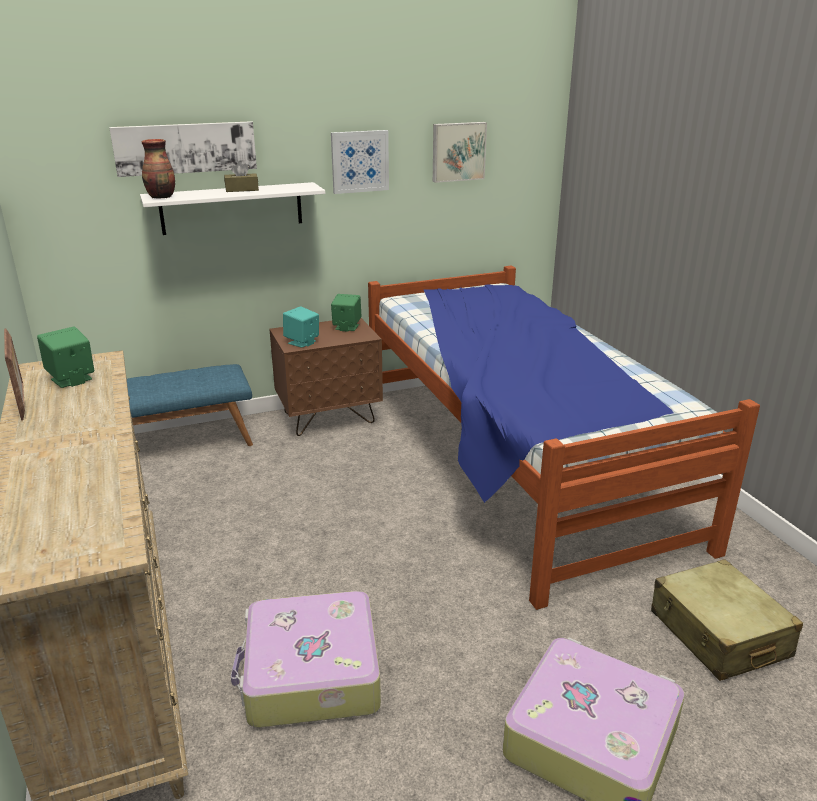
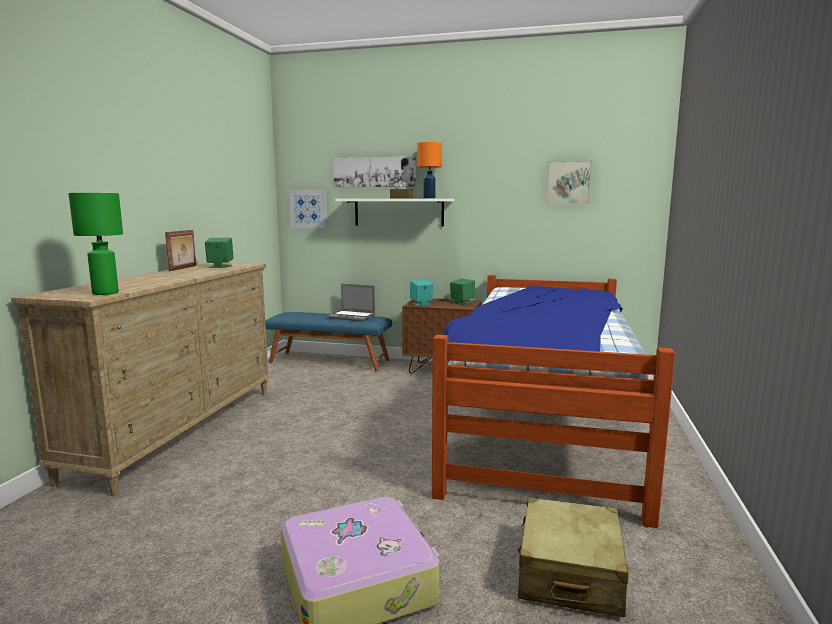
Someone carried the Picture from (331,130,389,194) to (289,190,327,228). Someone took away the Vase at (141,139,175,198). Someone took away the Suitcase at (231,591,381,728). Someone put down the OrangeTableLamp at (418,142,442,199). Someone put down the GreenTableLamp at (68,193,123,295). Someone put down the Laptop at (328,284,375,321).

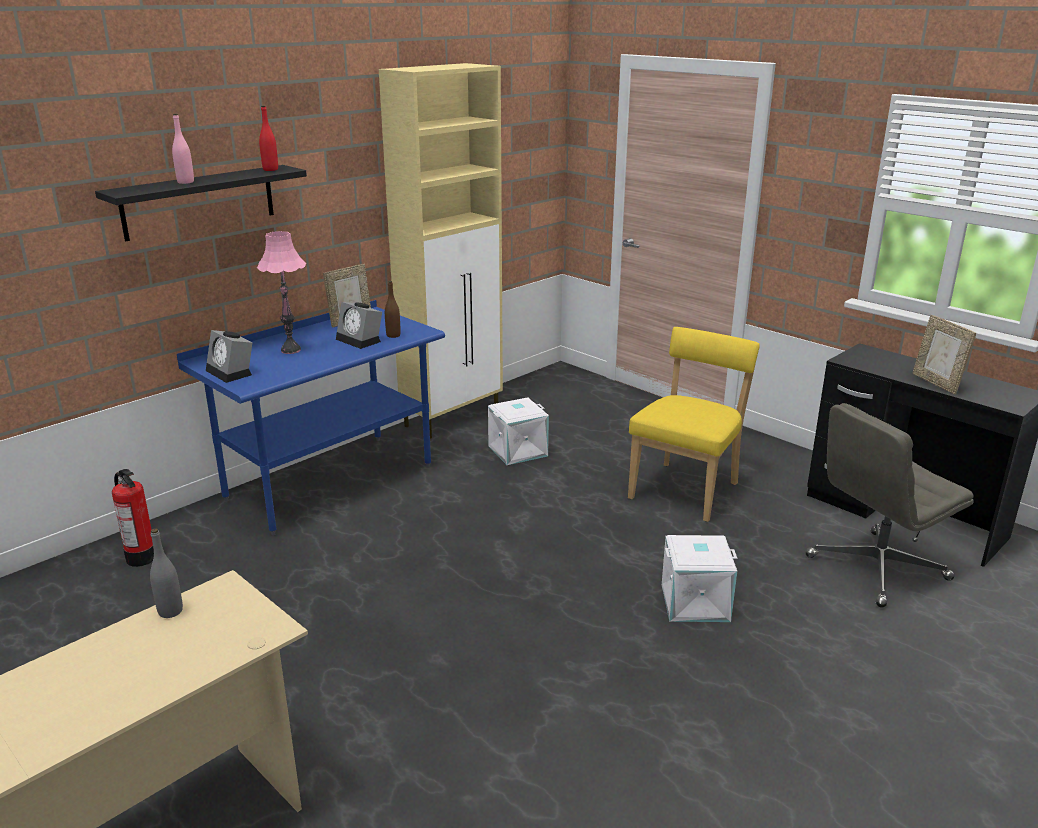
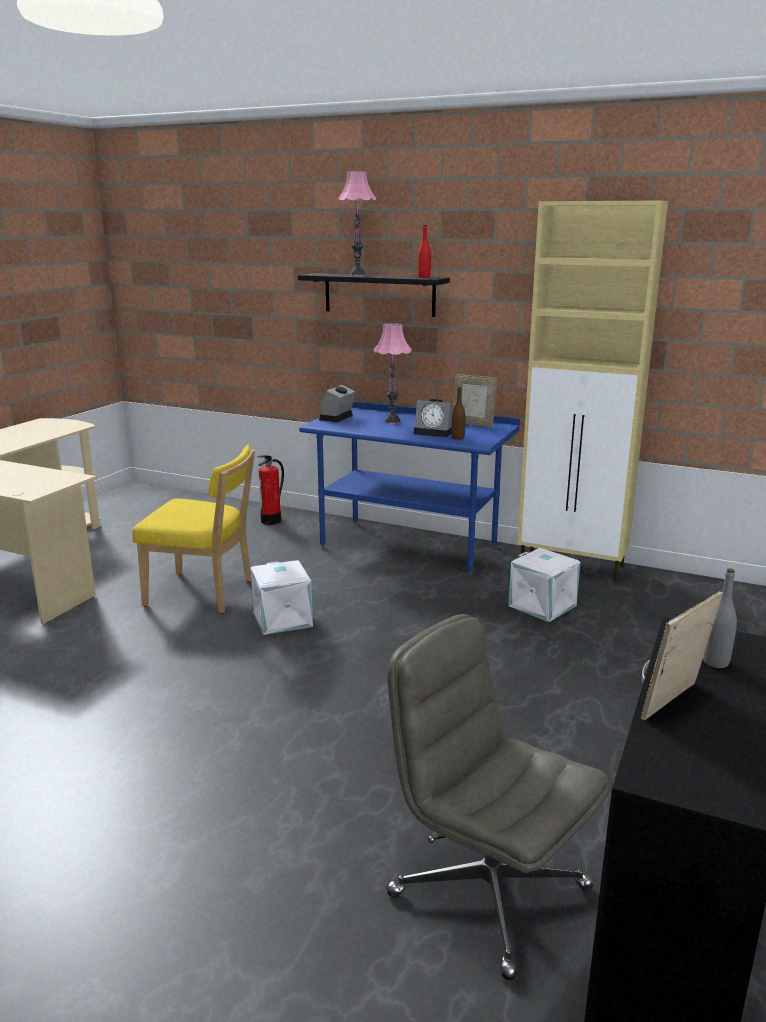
Someone swapped the PinkBottle at (172,114,194,184) for the PinkTableLamp at (338,171,377,276). Someone rotated the AlarmClock at (336,302,382,349) by 90 degrees counterclockwise. Someone carried the YellowChair from (628,327,760,522) to (132,445,255,613). Someone carried the GreyBottle from (150,528,183,618) to (703,568,737,668). Someone carried the WhiteStorageBox from (662,535,737,622) to (250,560,313,635).

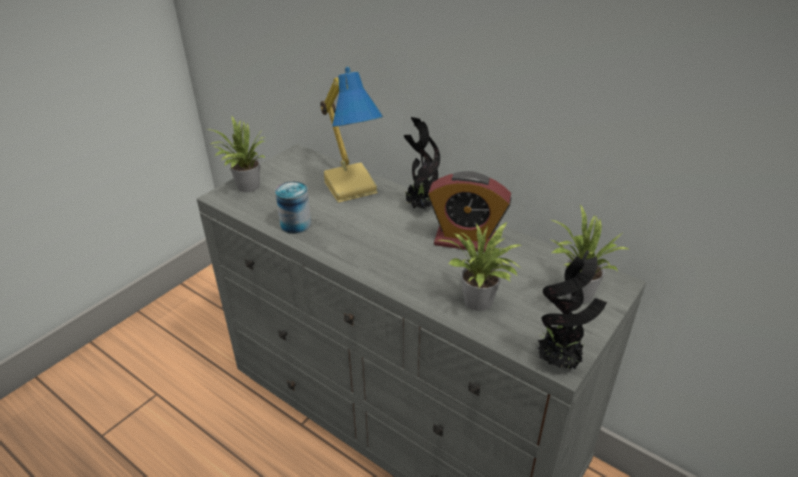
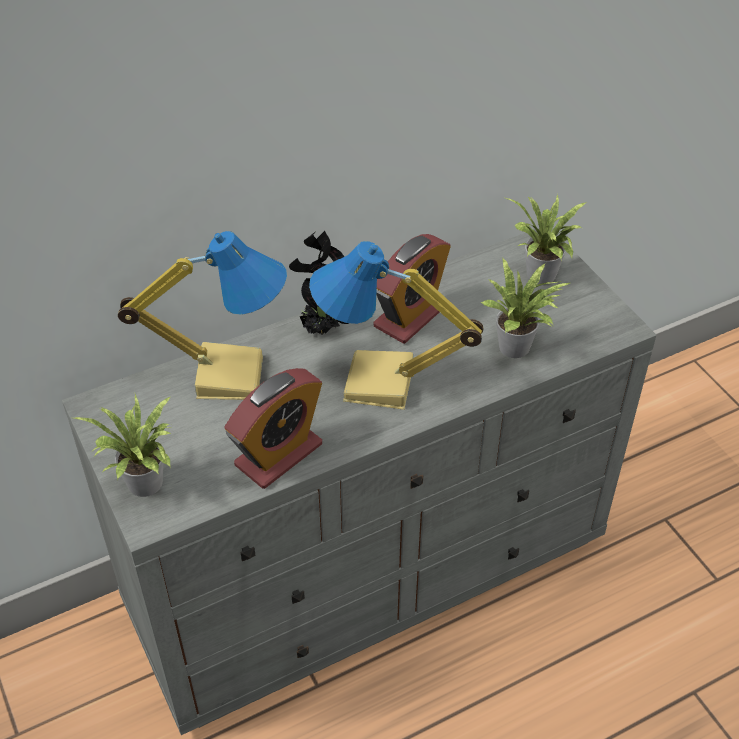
Someone swapped the Can at (275,181,311,234) for the AlarmClock at (225,368,322,489). Someone took away the PottedPlant at (538,250,607,370). Someone put down the TableLamp at (309,241,483,410).

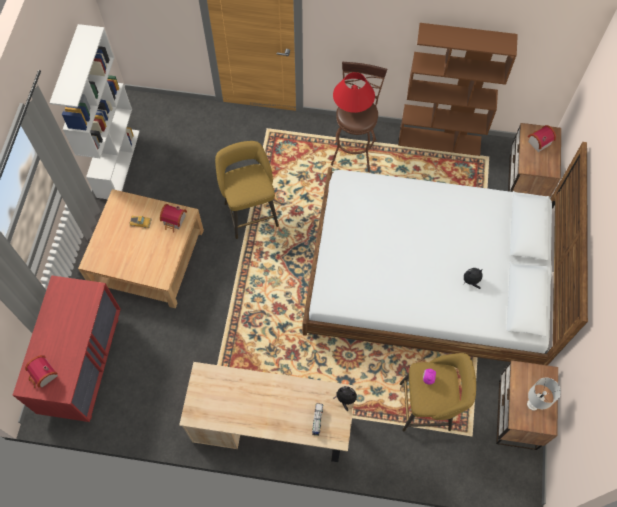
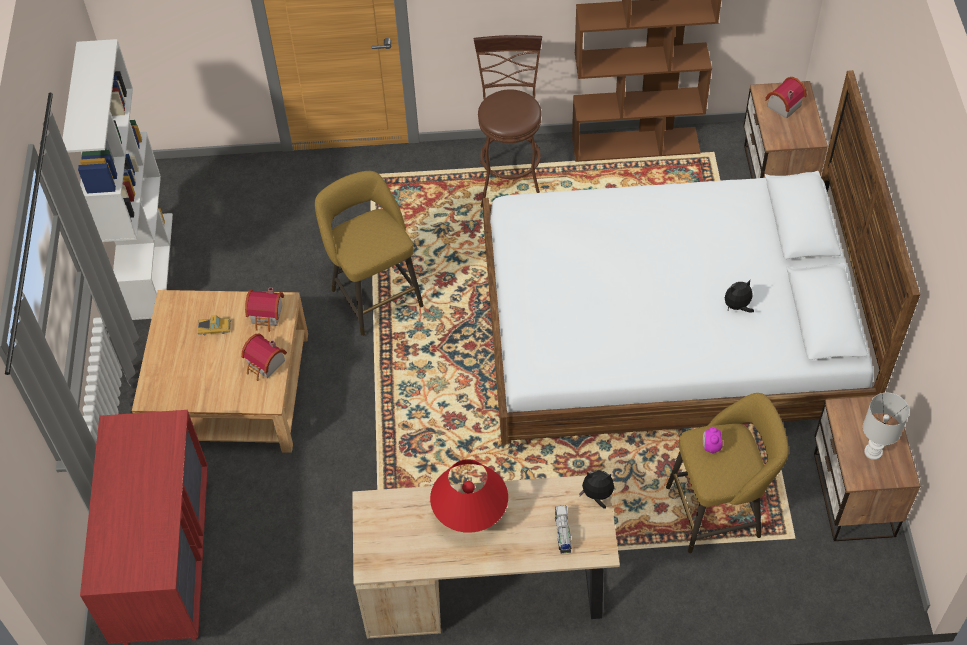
Someone carried the RedTableLamp from (333,72,375,113) to (430,459,508,533). Someone carried the ToyHouse from (25,355,58,388) to (241,333,287,381).

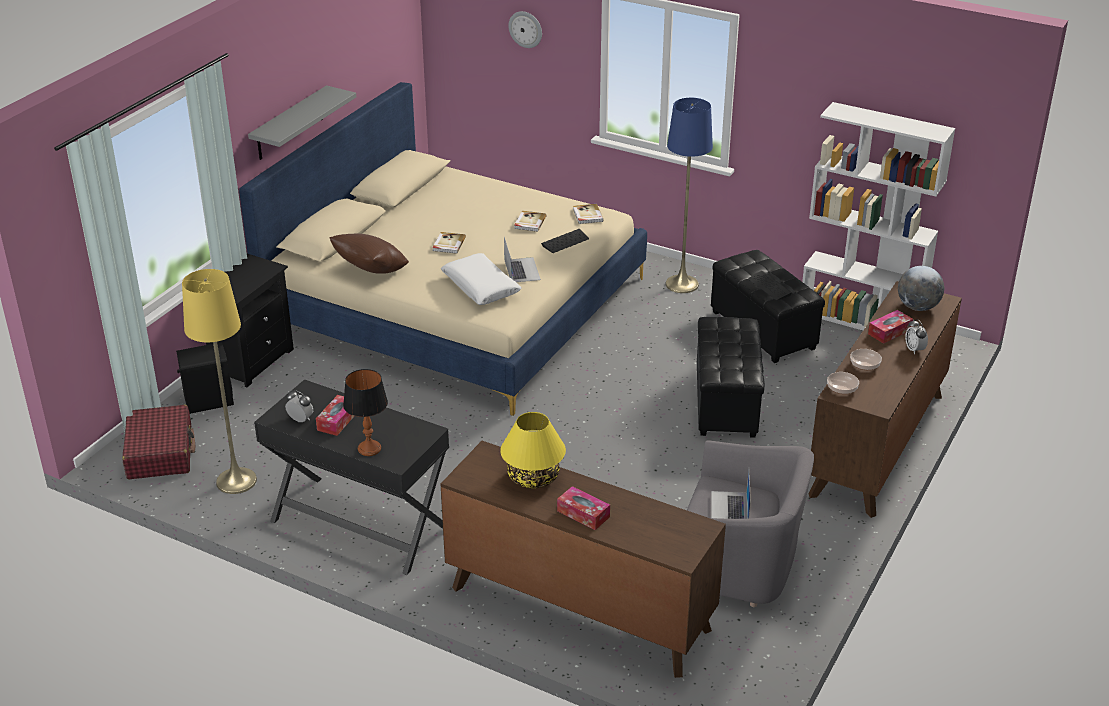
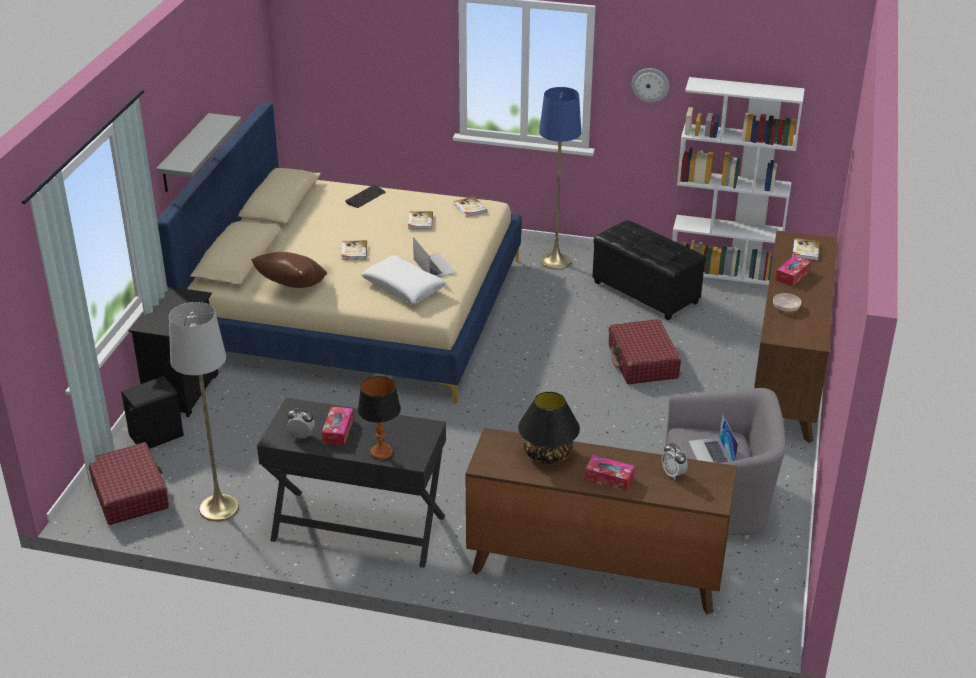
Someone carried the WallClock from (509,11,542,48) to (631,68,669,103). Someone carried the Keyboard from (541,229,589,253) to (345,184,385,208). Someone swapped the Globe at (898,266,944,311) for the Book at (792,238,820,260). Someone repainted the YellowFloorLamp at (182,269,257,494), which became the GreyFloorLamp at (169,302,239,522). Someone swapped the BlackOttoman at (697,317,765,438) for the RedSuitcase at (609,319,681,384). Someone carried the AlarmClock from (905,319,928,354) to (662,443,688,480). Someone took away the Bowl at (827,372,859,394). Someone repainted the YellowTableLamp at (500,412,566,488), which became the BlackTableLamp at (518,392,580,464).

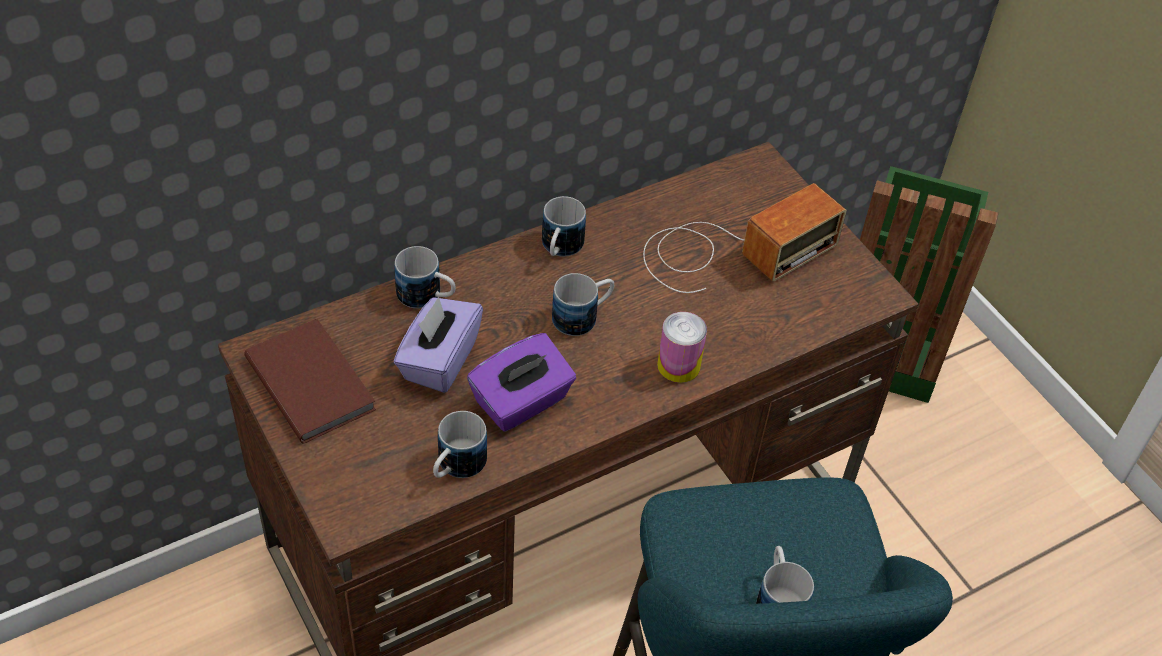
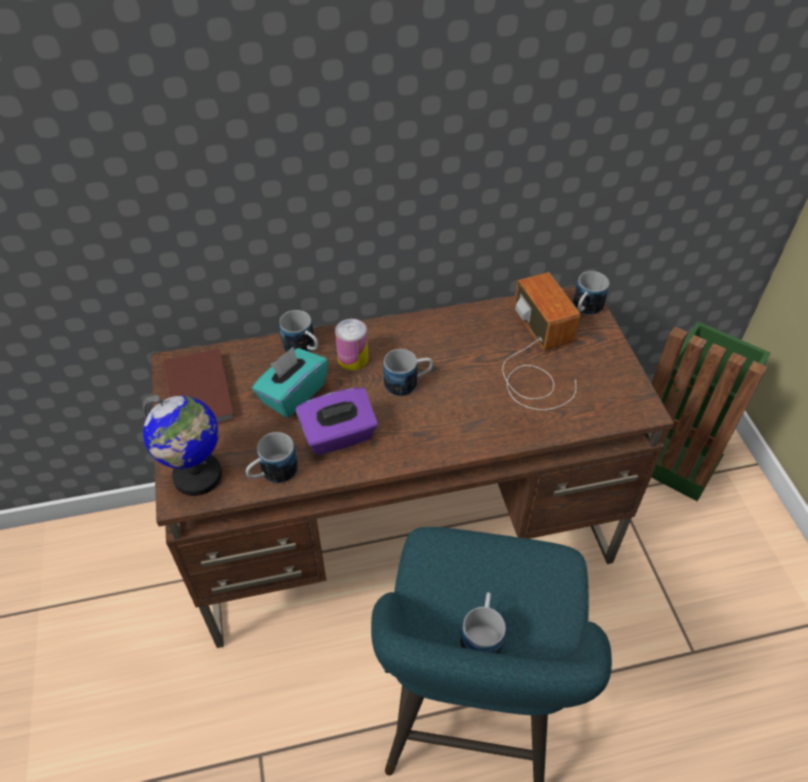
Someone rotated the Radio at (643,183,847,293) by 90 degrees counterclockwise. Someone carried the Mug from (542,196,586,257) to (573,271,609,315). Someone repainted the PurpleTissueBox at (394,297,483,393), which became the TurquoiseTissueBox at (252,347,328,418). Someone carried the Can from (657,312,707,383) to (335,319,369,371). Someone put down the Globe at (143,395,222,496).

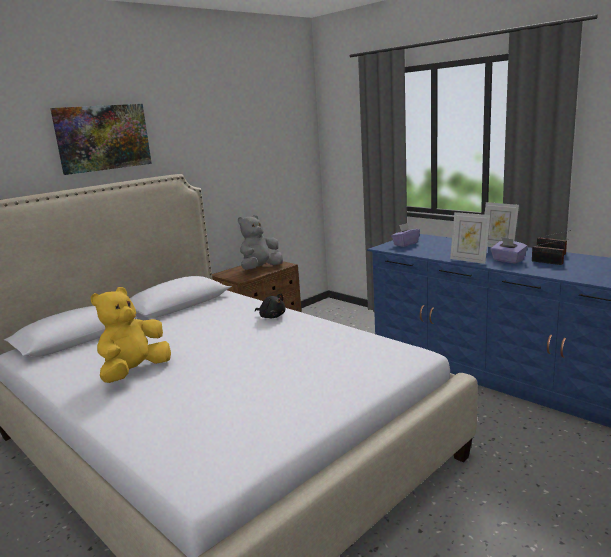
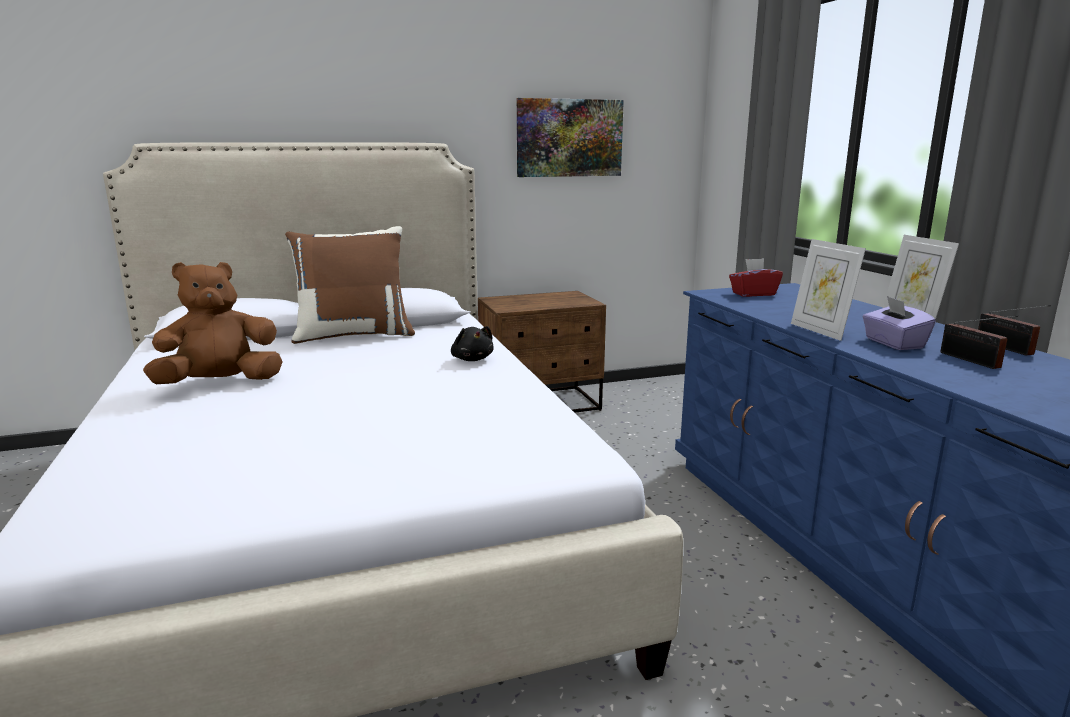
Someone carried the Picture from (50,104,152,175) to (517,98,624,177). Someone took away the GreyPlushToy at (238,215,283,270). Someone repainted the PurpleTissueBox at (391,223,420,247), which became the RedTissueBox at (729,258,783,297). Someone repainted the YellowPlushToy at (91,287,171,383), which became the BrownPlushToy at (143,262,282,384). Someone put down the BrownPillow at (285,226,415,344).

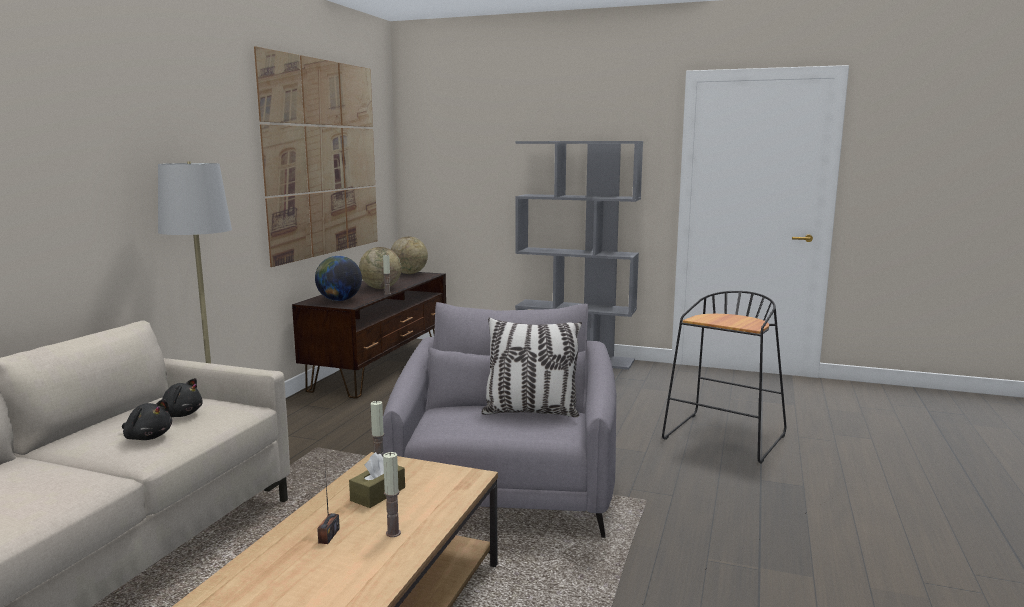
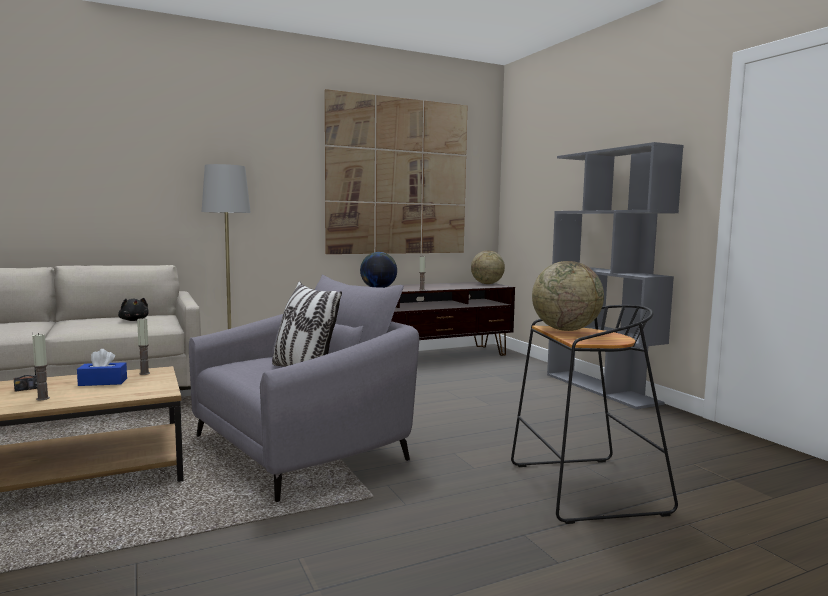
Someone carried the Globe from (359,247,402,289) to (532,261,604,331). Someone took away the BlackPlushToy at (122,399,172,440). Someone repainted the BrownTissueBox at (349,452,405,508), which became the BlueTissueBox at (77,349,127,386).

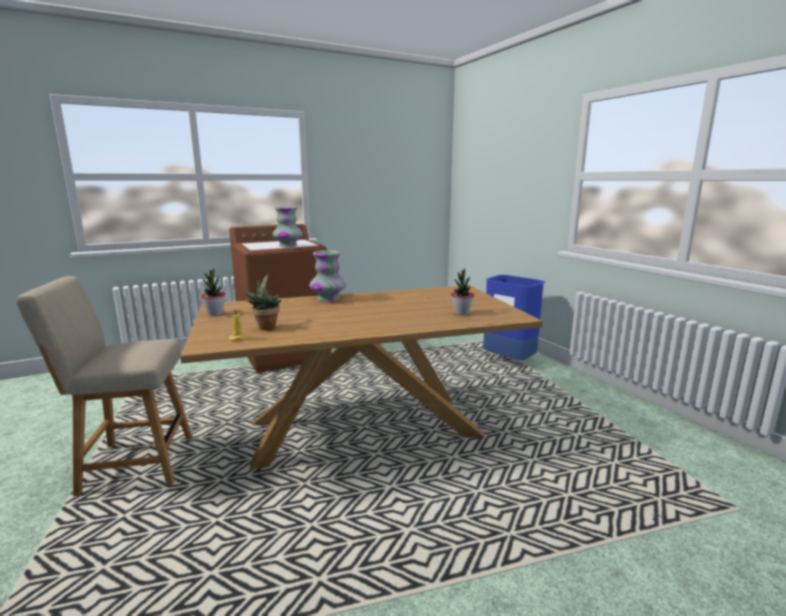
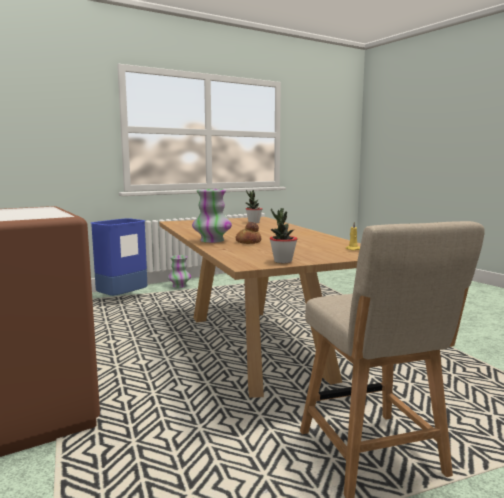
Someone carried the Vase from (272,207,303,247) to (168,255,191,288). Someone took away the PottedPlant at (244,274,282,330). Someone put down the Bread at (236,222,261,244).

